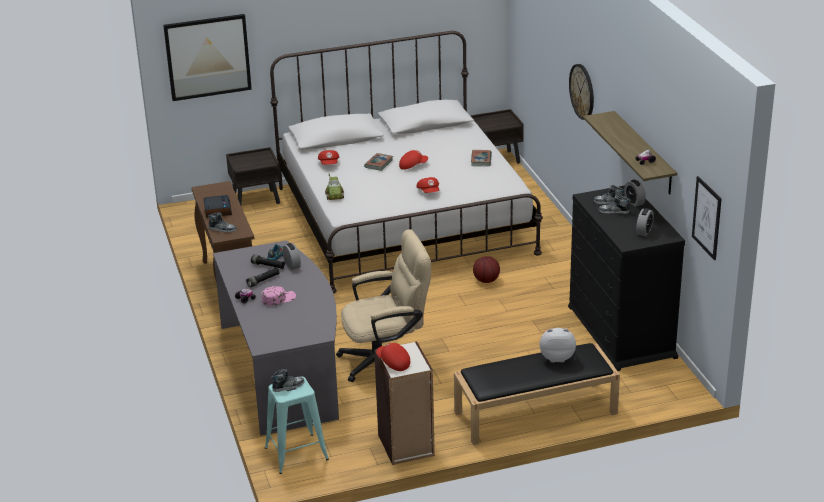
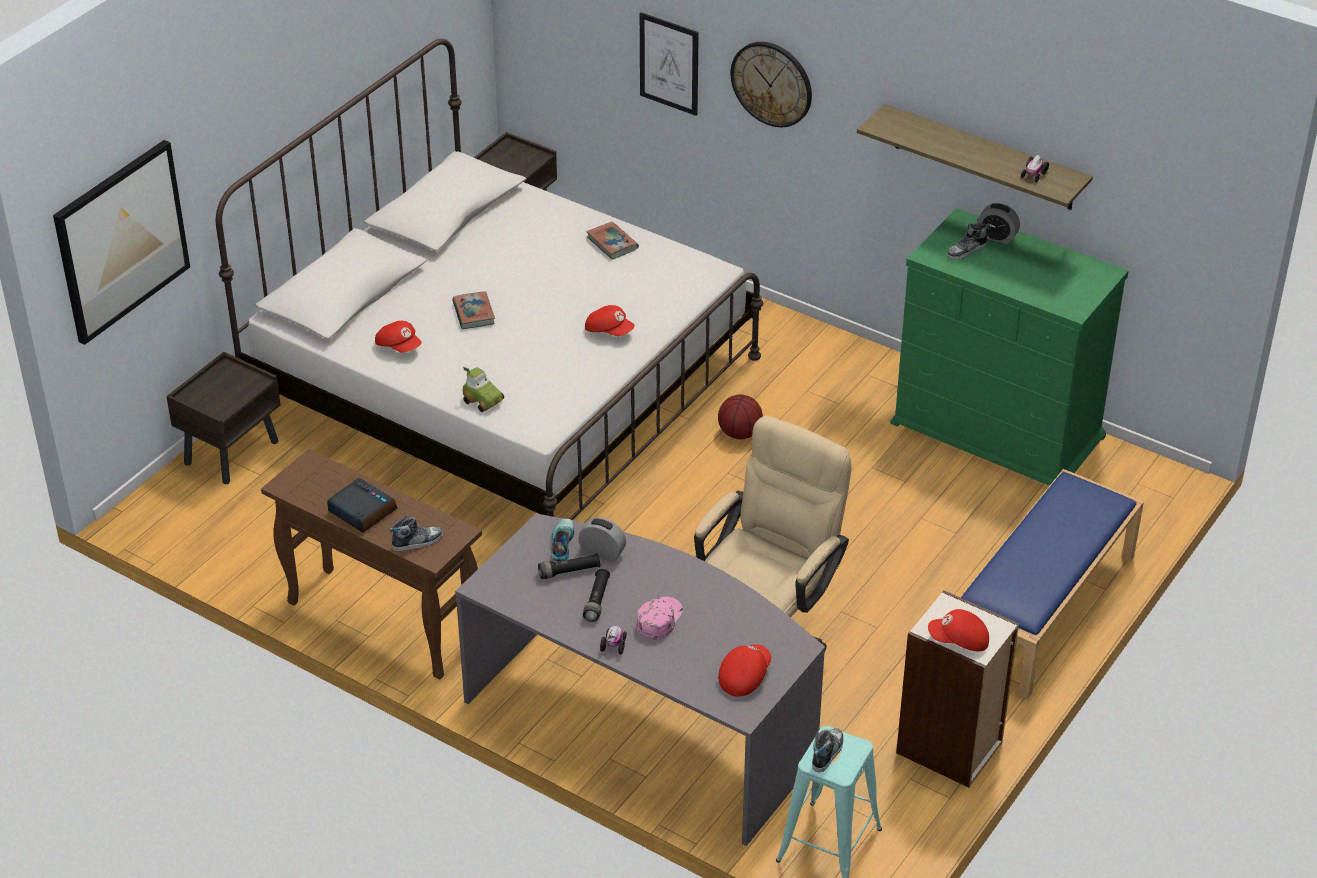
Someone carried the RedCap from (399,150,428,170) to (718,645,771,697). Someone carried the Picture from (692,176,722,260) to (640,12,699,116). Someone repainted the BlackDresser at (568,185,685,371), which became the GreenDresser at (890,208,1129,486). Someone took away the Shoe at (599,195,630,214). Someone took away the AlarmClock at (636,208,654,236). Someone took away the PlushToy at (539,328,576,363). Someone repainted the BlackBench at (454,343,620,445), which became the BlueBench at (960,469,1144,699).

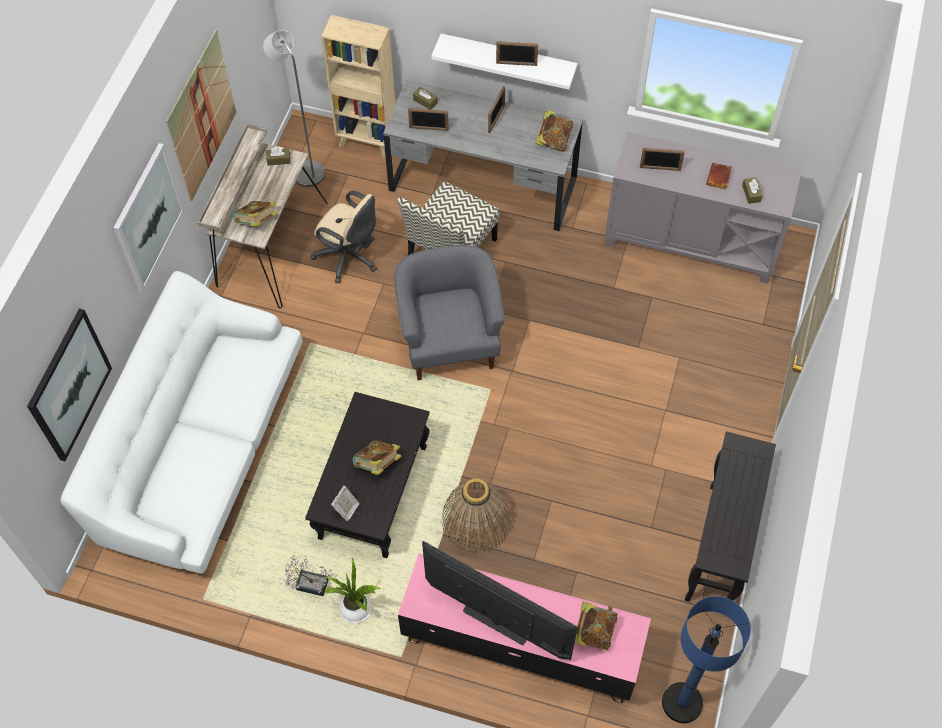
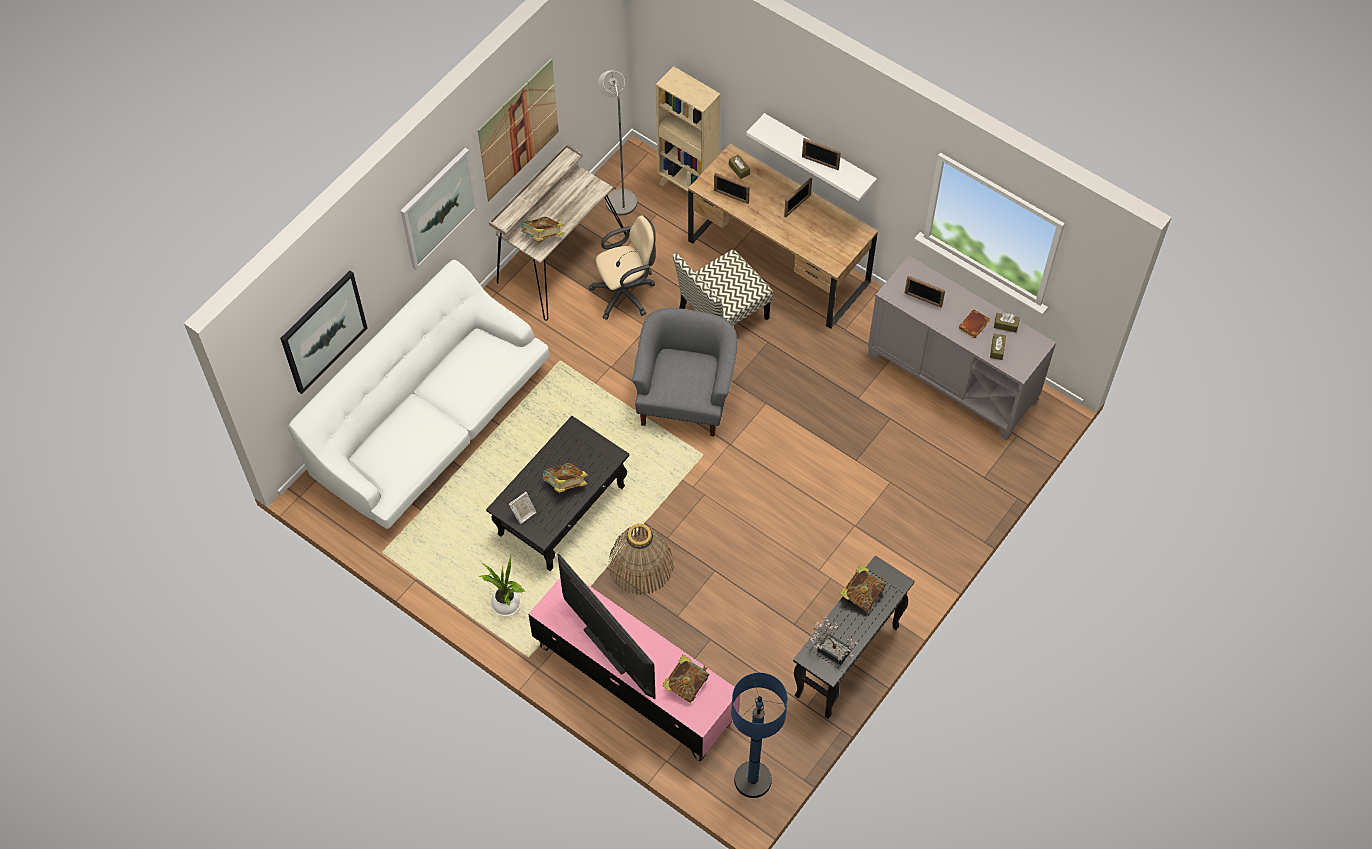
Someone repainted the GreyDesk at (383,80,583,231), which became the BrownDesk at (688,143,878,329). Someone carried the Book from (535,110,573,152) to (840,564,886,612). Someone carried the BrownTissueBox from (266,146,290,166) to (994,313,1020,332). Someone rotated the BeigeOfficeChair at (311,191,377,283) by 75 degrees counterclockwise. Someone carried the PottedPlant from (283,555,332,596) to (810,617,858,665).

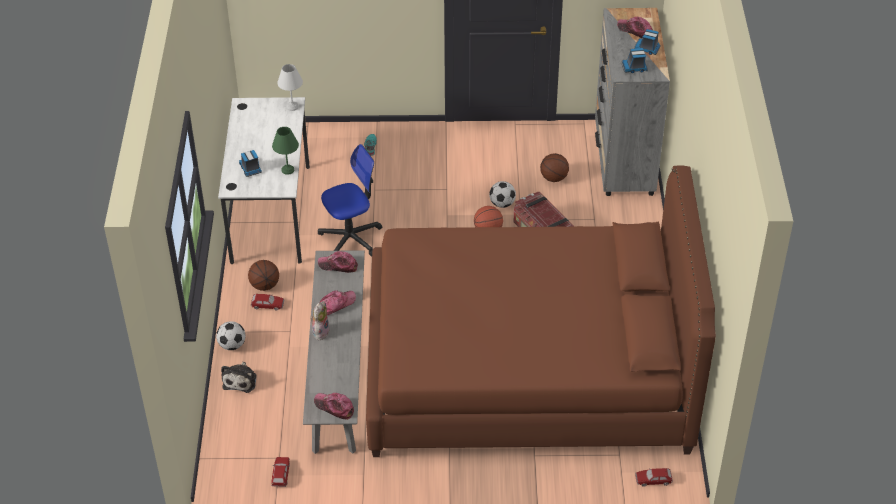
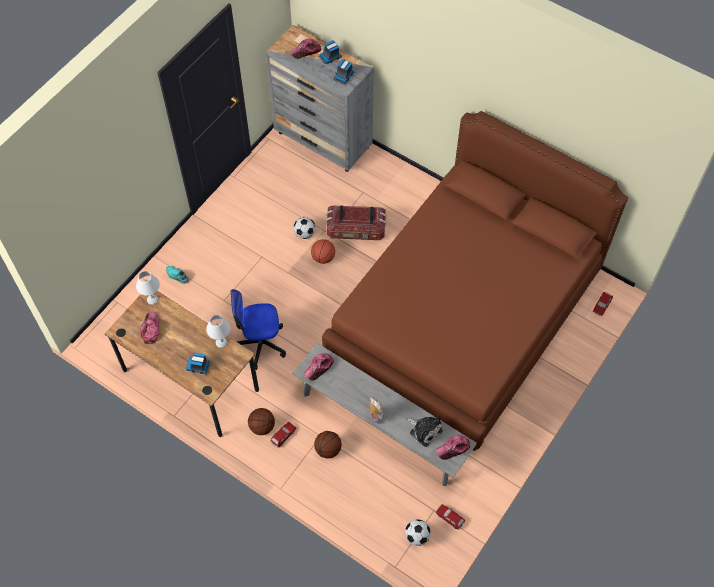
Someone repainted the WhiteDesk at (218,97,310,264), which became the BrownDesk at (105,291,259,437). Someone repainted the GreenTableLamp at (272,127,299,175), which became the WhiteTableLamp at (206,315,230,348). Someone rotated the OfficeChair at (318,144,382,256) by 105 degrees counterclockwise. Someone carried the Basketball from (540,153,569,182) to (314,431,342,458). Someone carried the Cap from (320,290,356,315) to (140,312,159,345). Someone carried the Football from (216,321,246,350) to (405,520,431,546). Someone carried the PlushToy from (221,361,257,393) to (407,416,443,447).

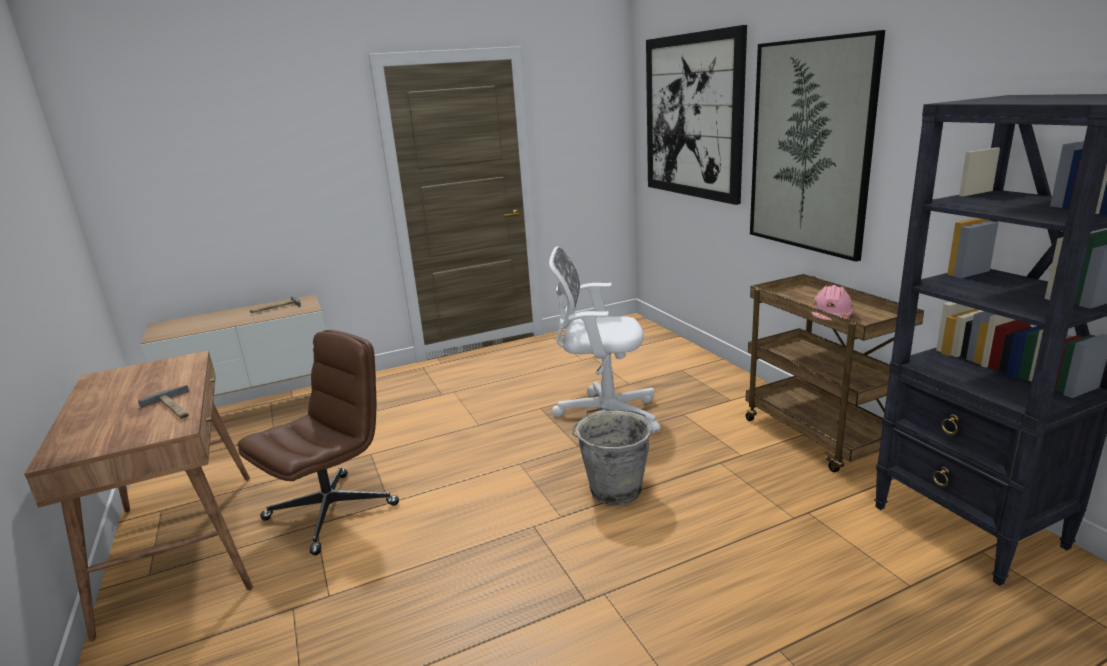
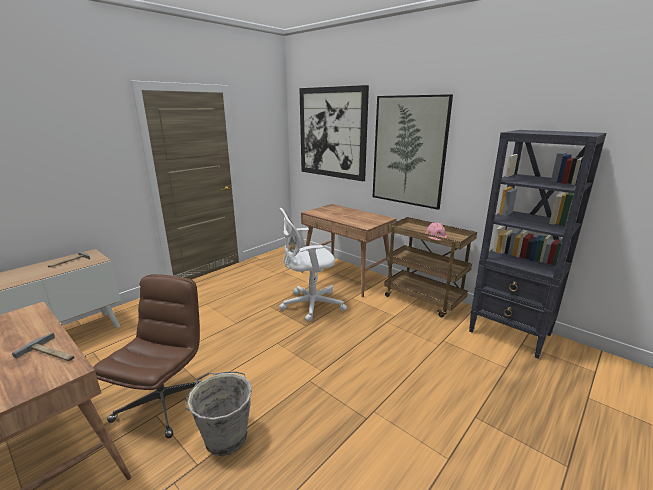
Someone carried the GreyBucket from (572,407,652,505) to (185,371,252,456). Someone put down the BrownDesk at (301,204,397,298).

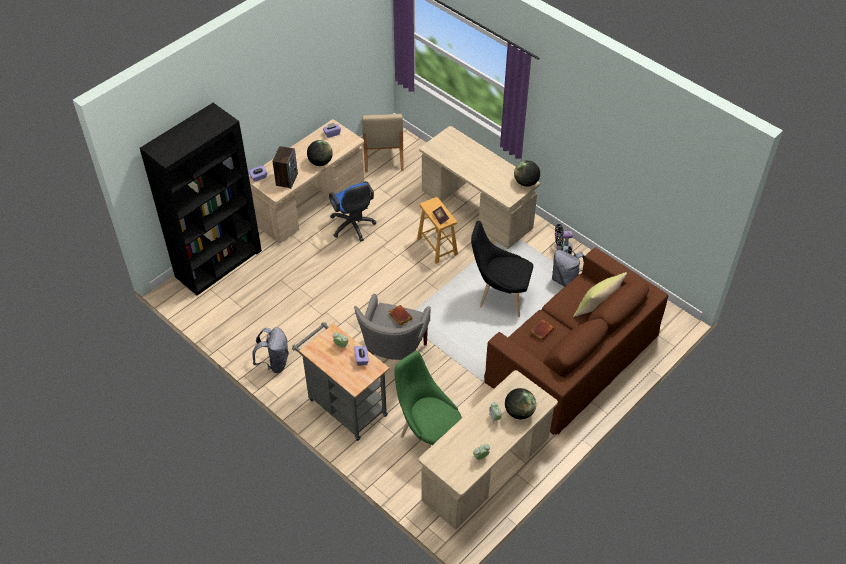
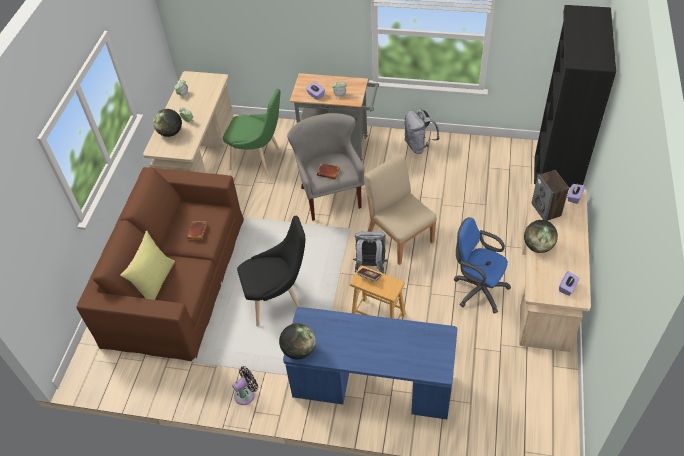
Someone carried the BeigeChair from (362,114,404,172) to (364,153,437,265). Someone repainted the BeigeDesk at (419,126,540,249), which became the BlueDesk at (283,307,457,419). Someone carried the GreyBackpack from (552,246,585,287) to (353,231,387,273).

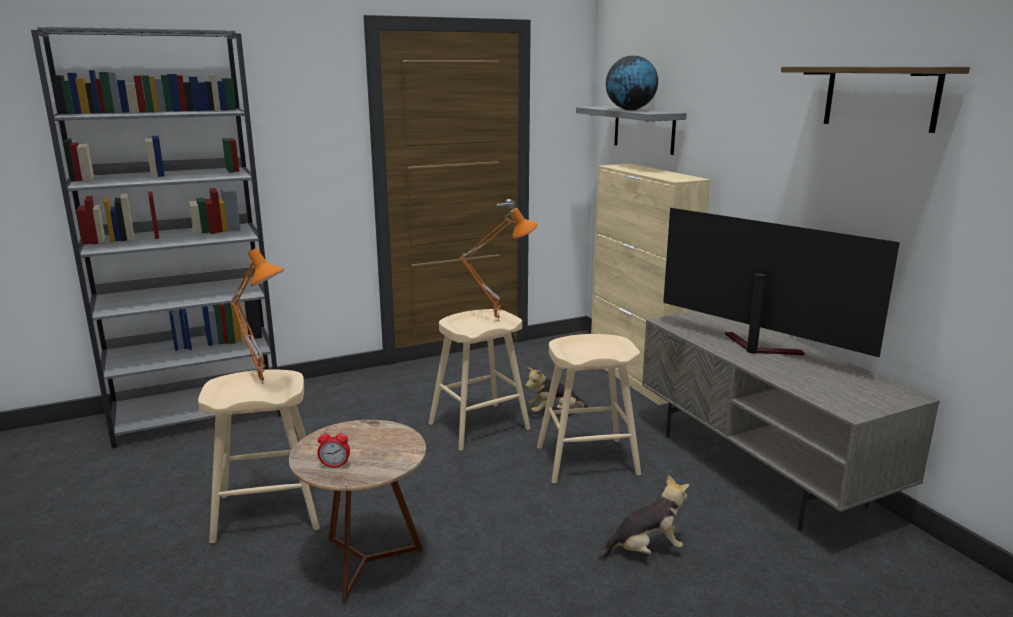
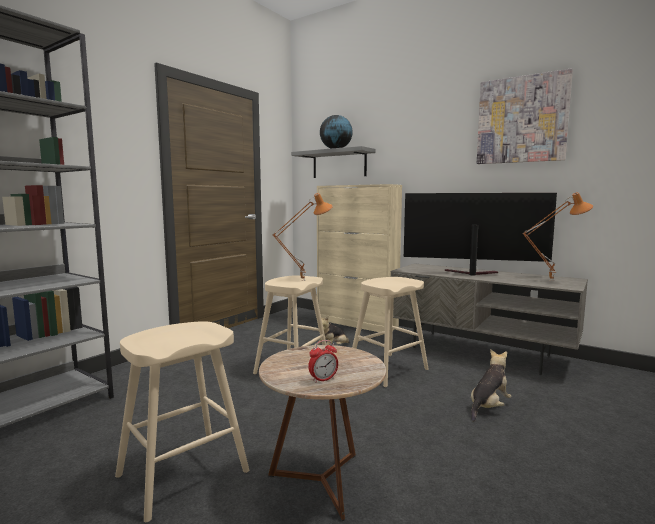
Someone swapped the Shelf at (781,67,970,133) for the Picture at (477,68,573,164). Someone carried the OrangeTableLamp from (232,248,285,384) to (522,192,593,281).

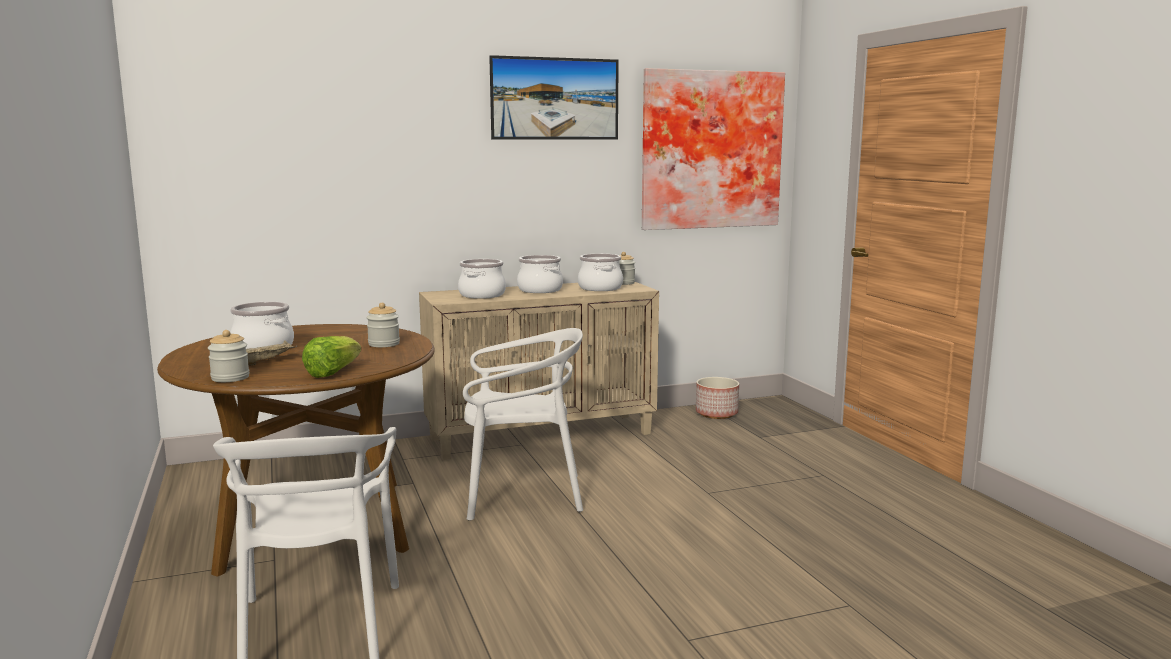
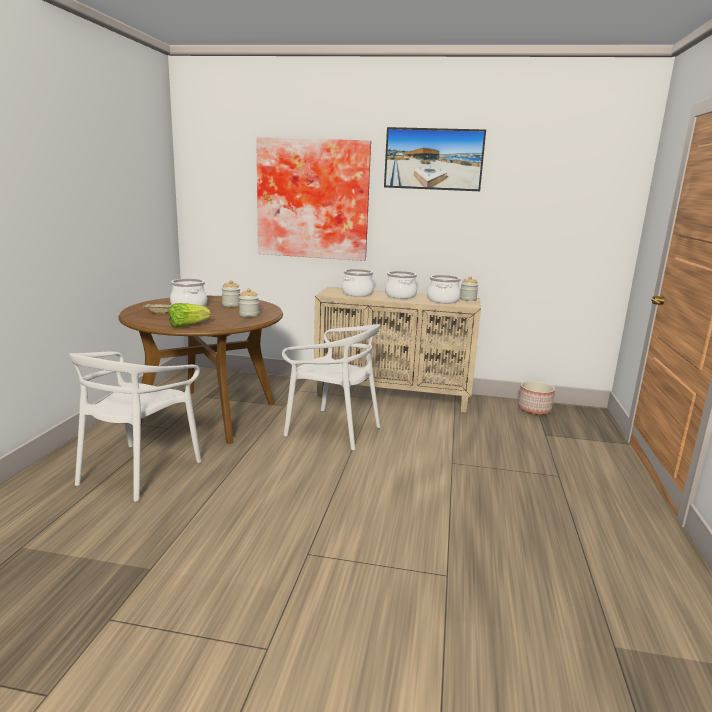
Someone carried the Picture from (642,68,785,230) to (256,137,371,261). Someone carried the Jar from (208,330,250,382) to (222,280,240,307).

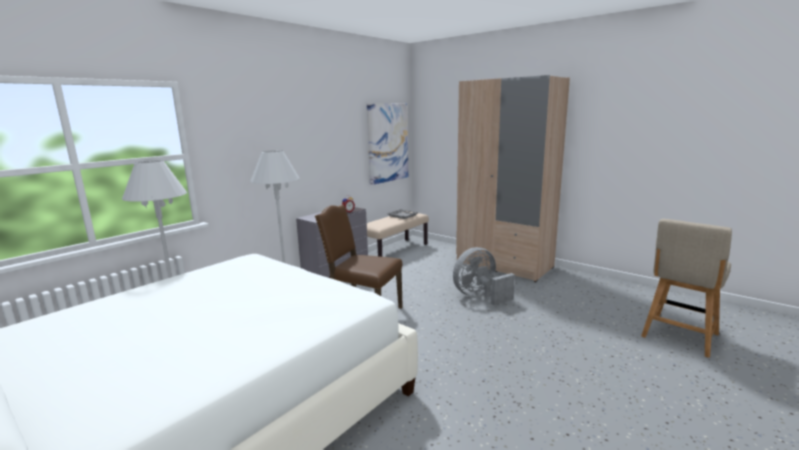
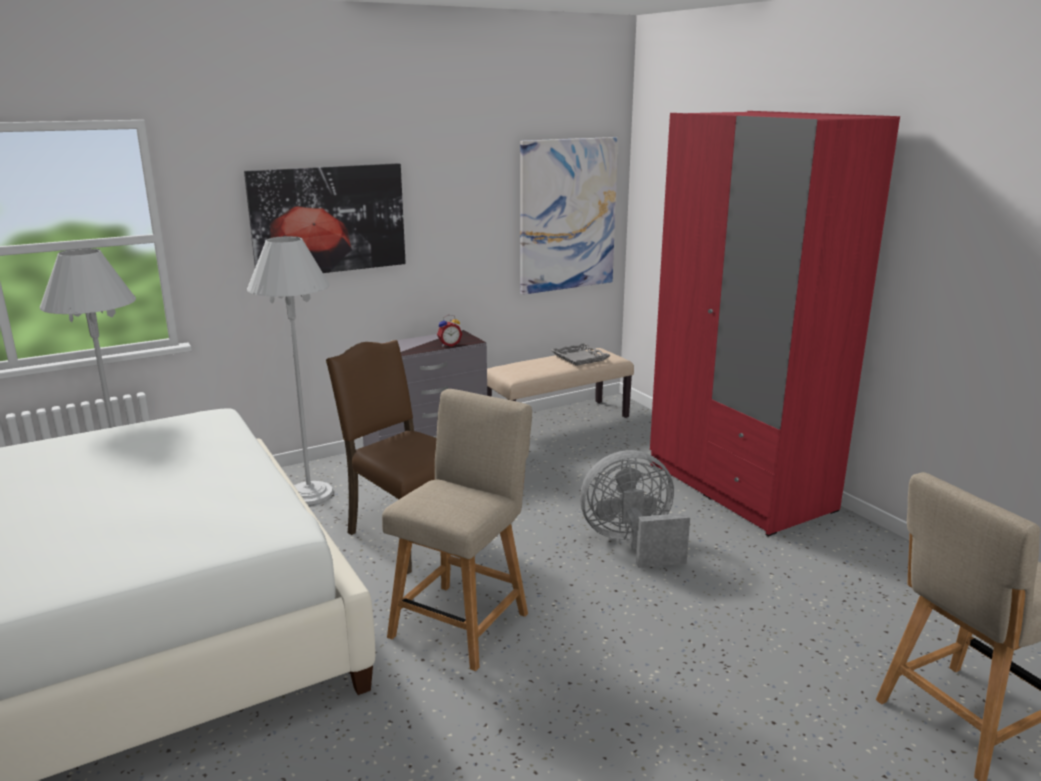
Someone repainted the BeigeWardrobe at (456,75,570,282), which became the RedWardrobe at (650,111,900,536). Someone put up the Picture at (244,163,406,273). Someone put down the BeigeChair at (382,389,532,671).

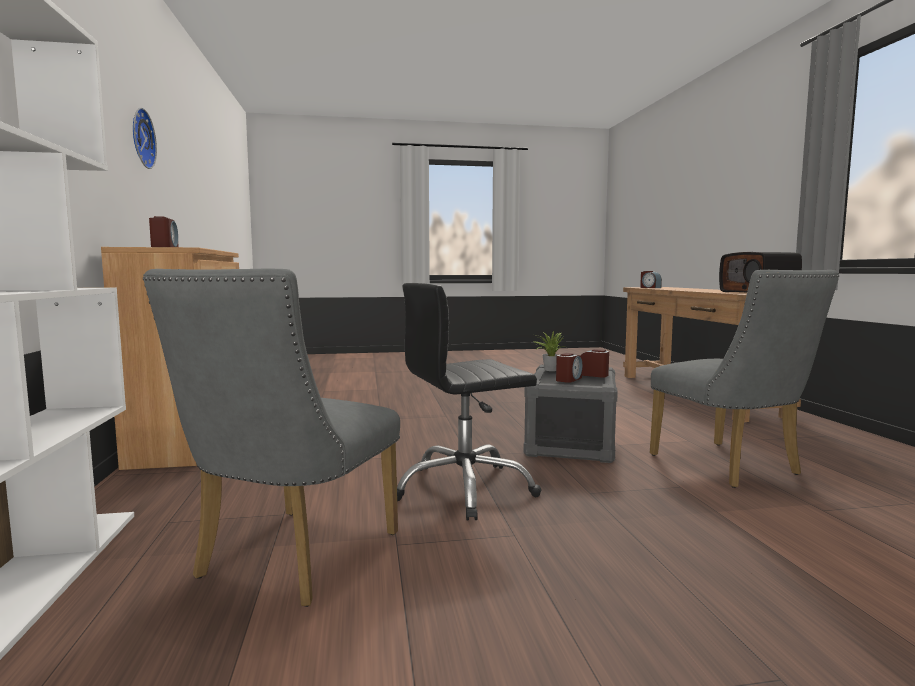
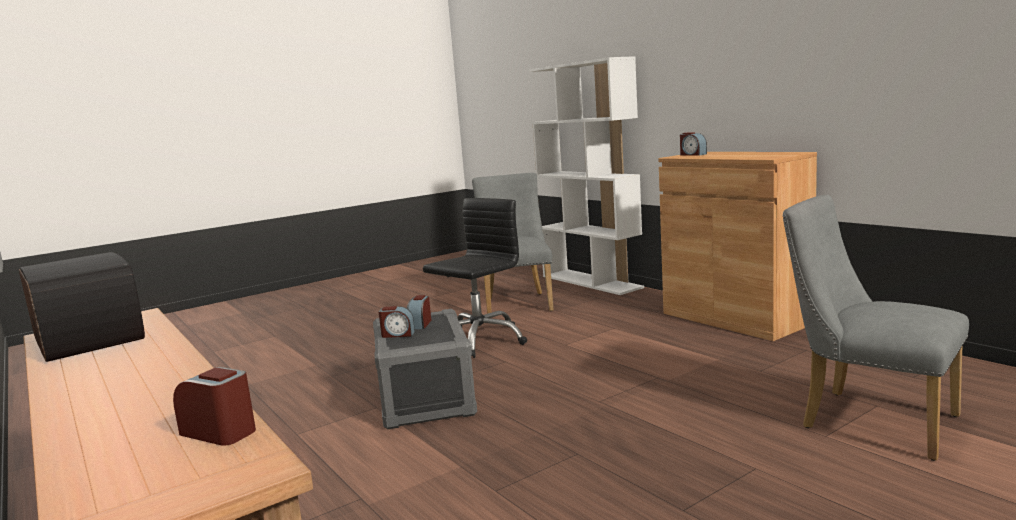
Someone took away the WallClock at (133,108,157,169). Someone carried the GreyChair from (650,270,839,488) to (782,195,969,461). Someone took away the PottedPlant at (535,331,566,371).

